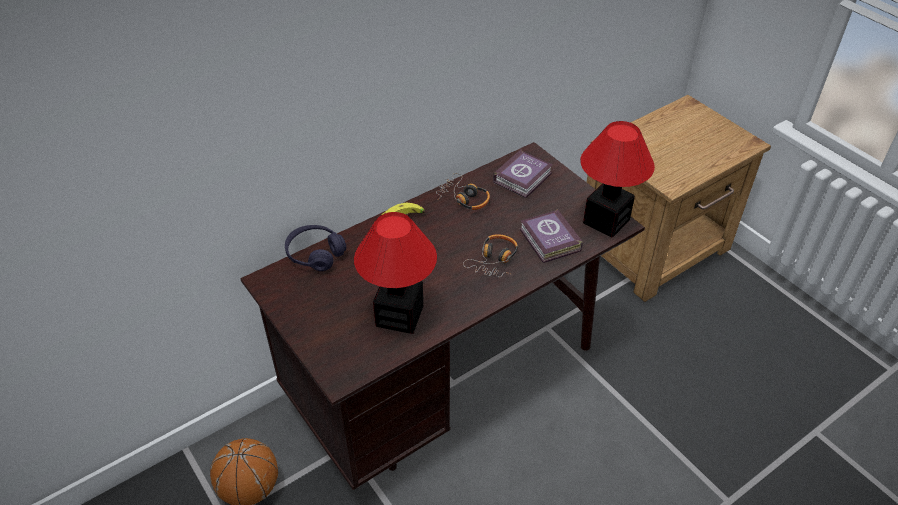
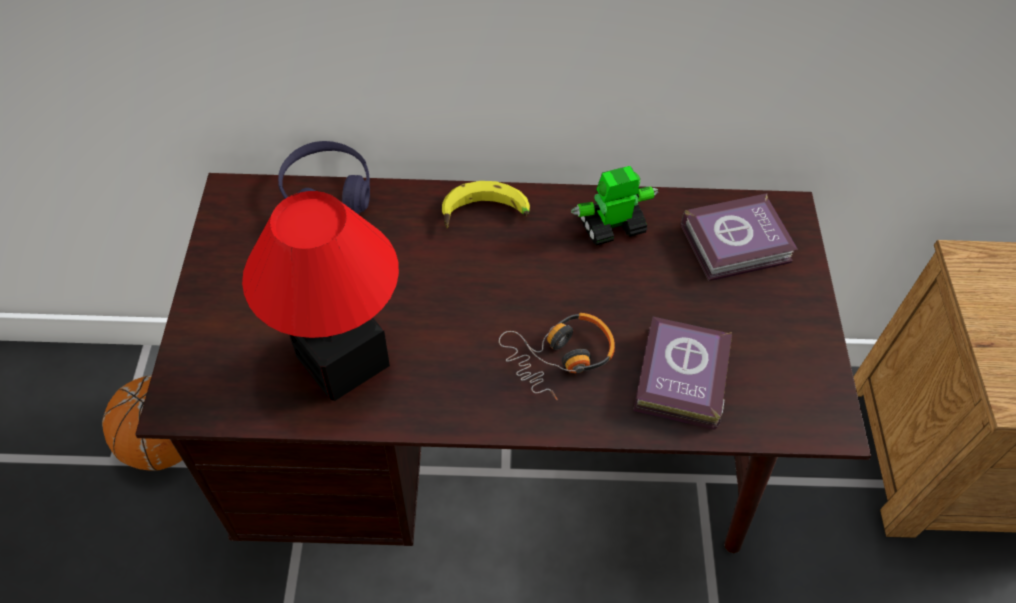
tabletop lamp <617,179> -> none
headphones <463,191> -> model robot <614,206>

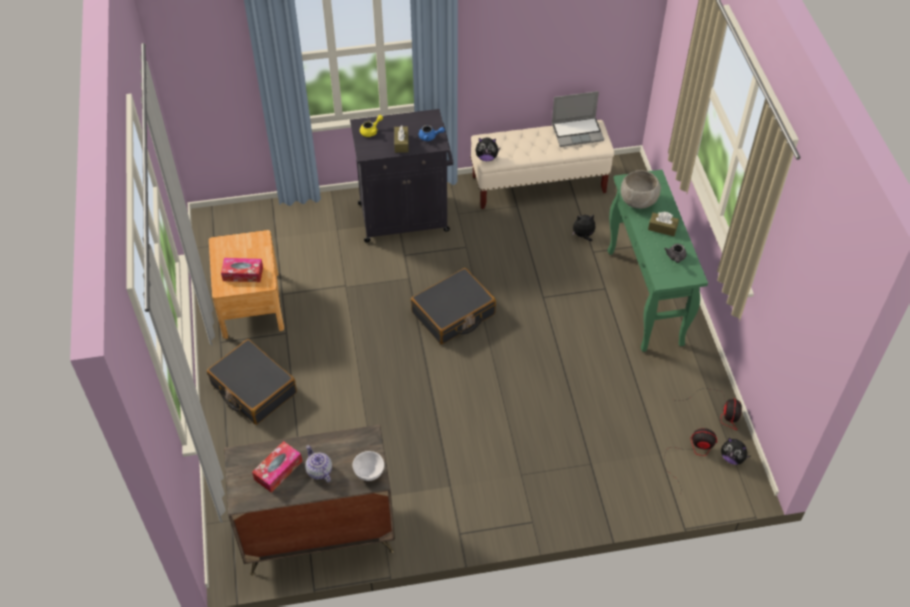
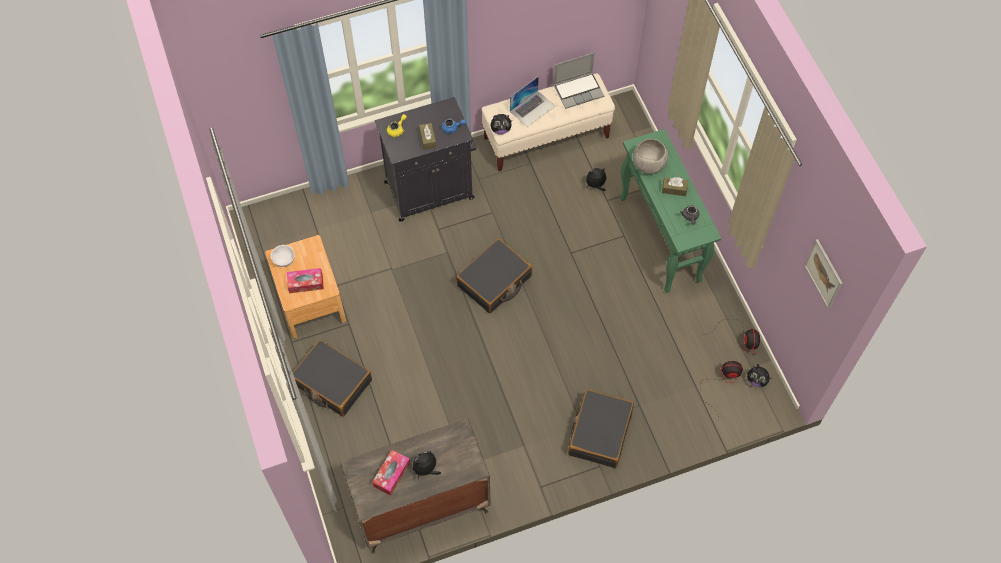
none -> laptop <532,101>
none -> blackish piece of luggage <601,428>
none -> wall picture <823,273>
whitish bowl <368,466> -> whitish bowl <283,256>, move
teapot <318,463> -> soft toy <427,465>

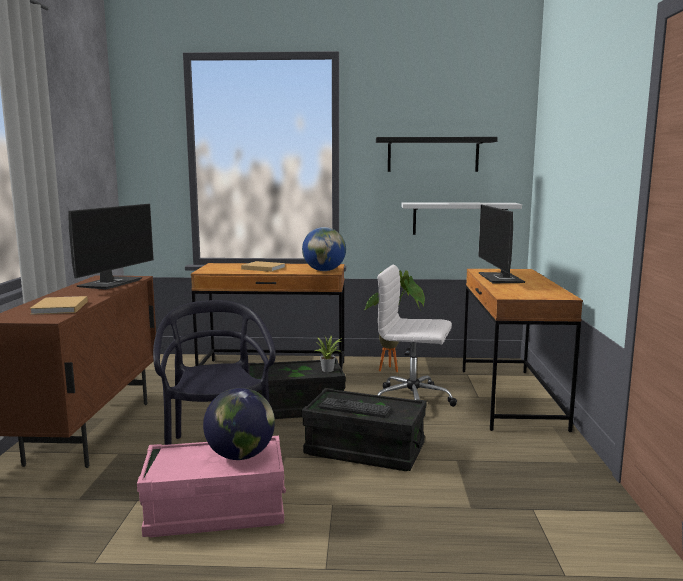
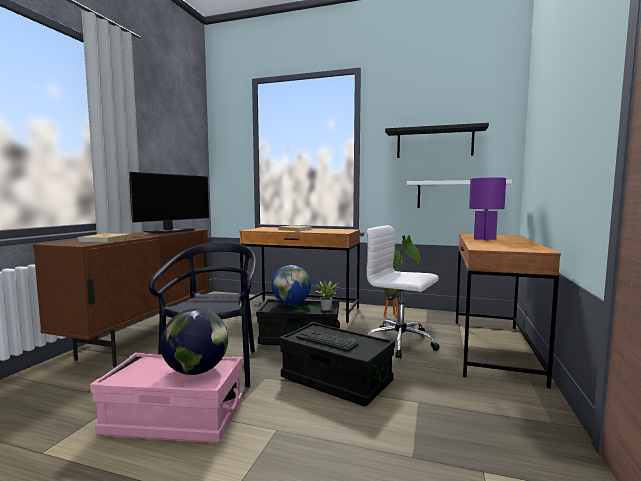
desk globe <324,249> -> desk globe <291,285>, move
monitor <501,244> -> purple-coloured tabletop lamp <487,209>

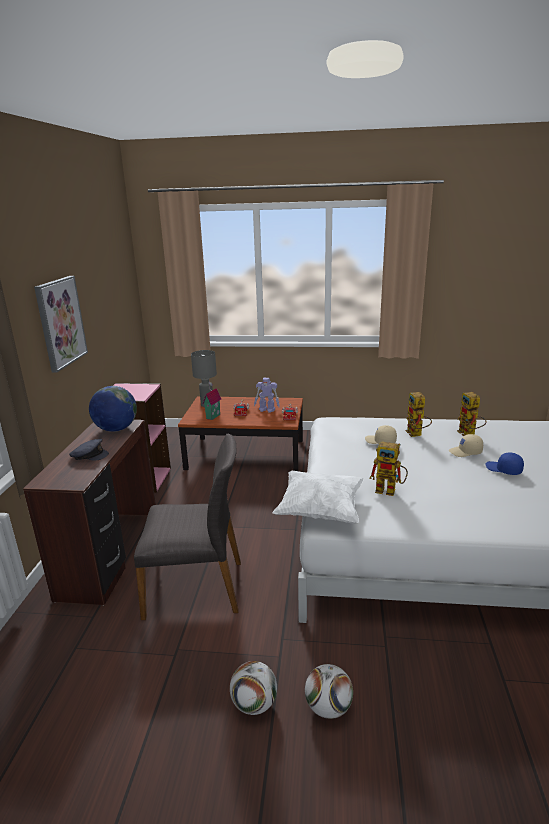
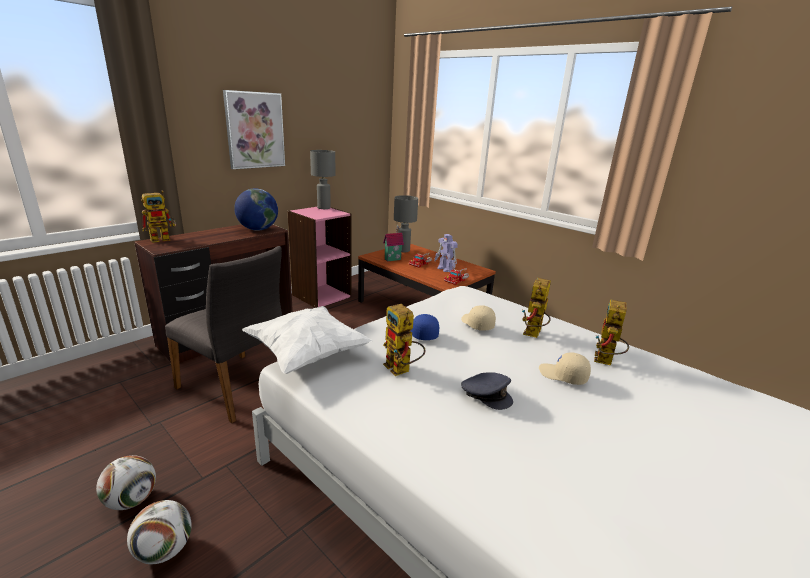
none -> model robot <158,217>
none -> gray tabletop lamp <323,179>
gray baseball cap <89,450> -> gray baseball cap <487,391>, move
bluish baseball cap <505,463> -> bluish baseball cap <425,327>, move

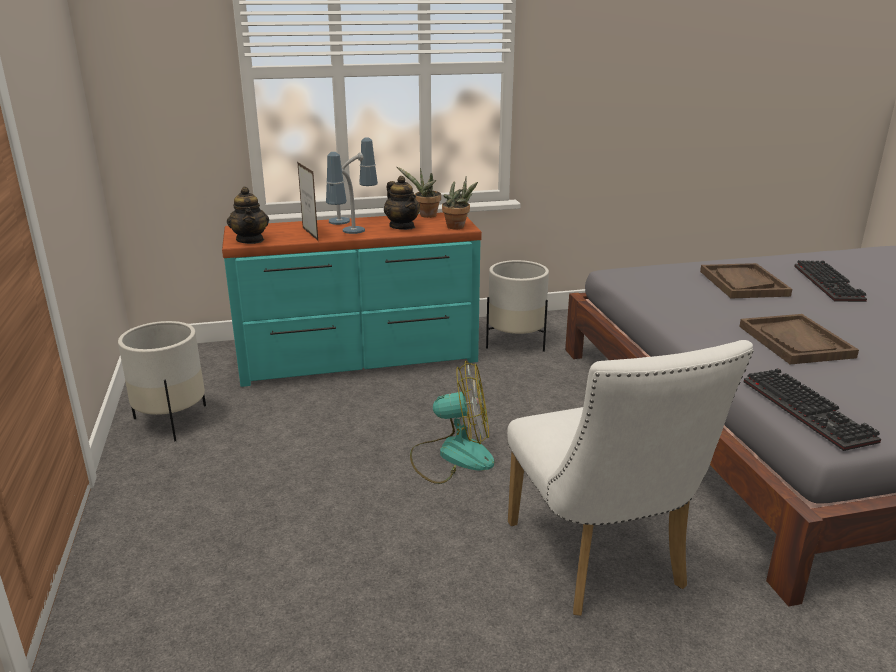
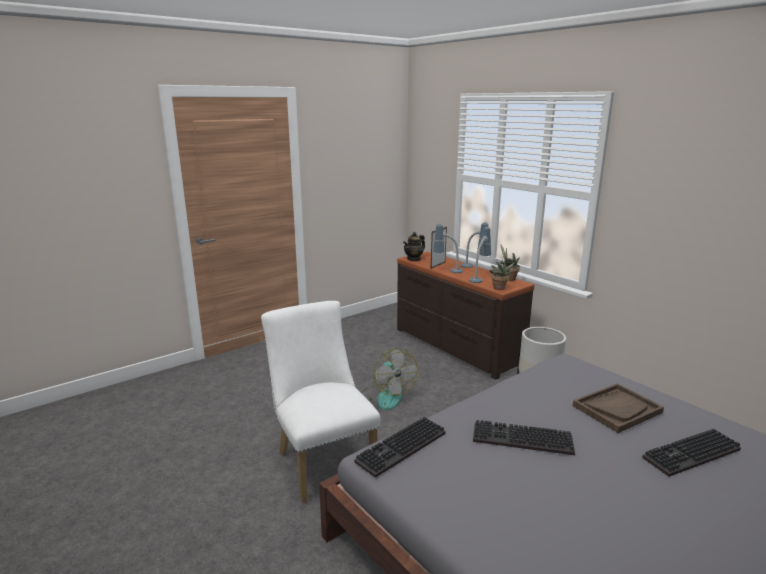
whitish flower pot <162,381> -> none
teapot <402,203> -> tabletop lamp <480,254>
brown tray <799,339> -> computer keyboard <524,437>
blue-green drawer chest <352,299> -> brown drawer chest <465,316>
whitish upright chair <630,478> -> whitish upright chair <320,402>, 105 degrees clockwise

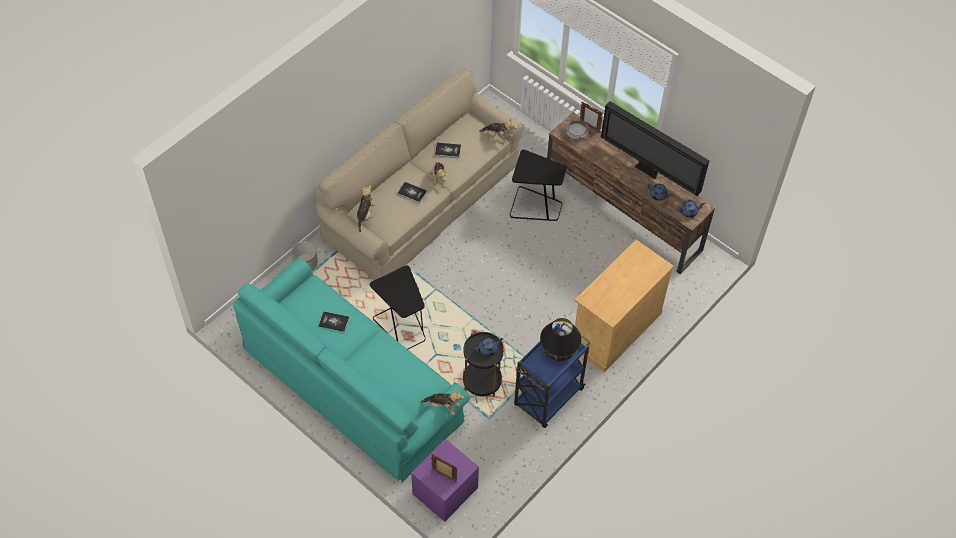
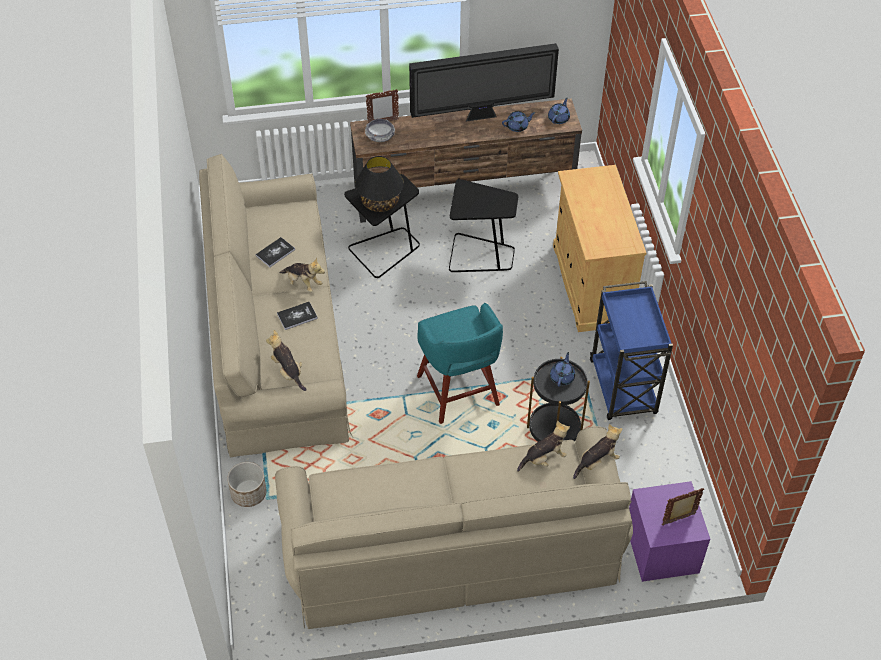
book <334,321> -> none
none -> blue-green stool <460,363>
blackish end table <398,307> -> blackish end table <483,225>, move
soft toy <498,131> -> soft toy <543,446>, move
blackish tabletop lamp <560,339> -> blackish tabletop lamp <379,184>, move
blue-green sofa <351,370> -> beige-coloured sofa <454,527>

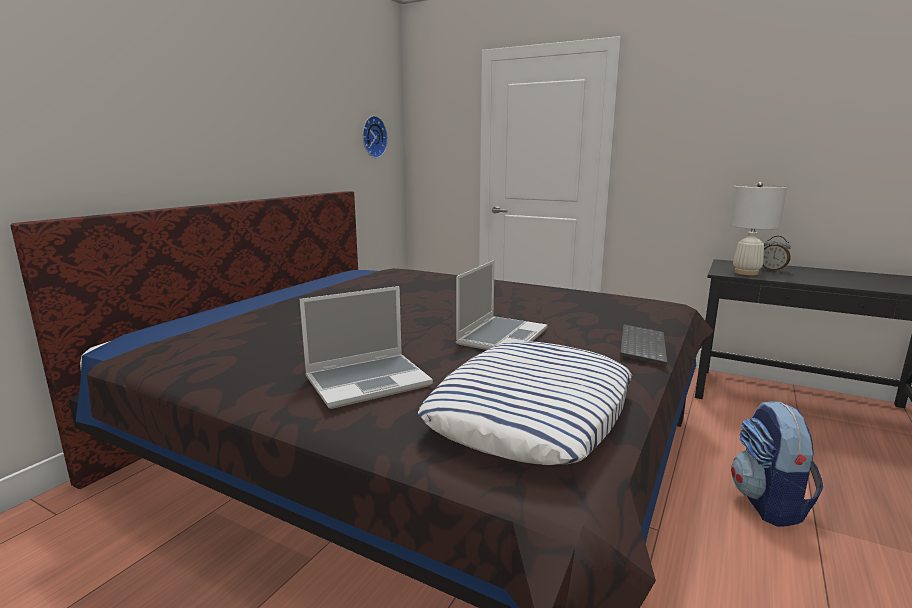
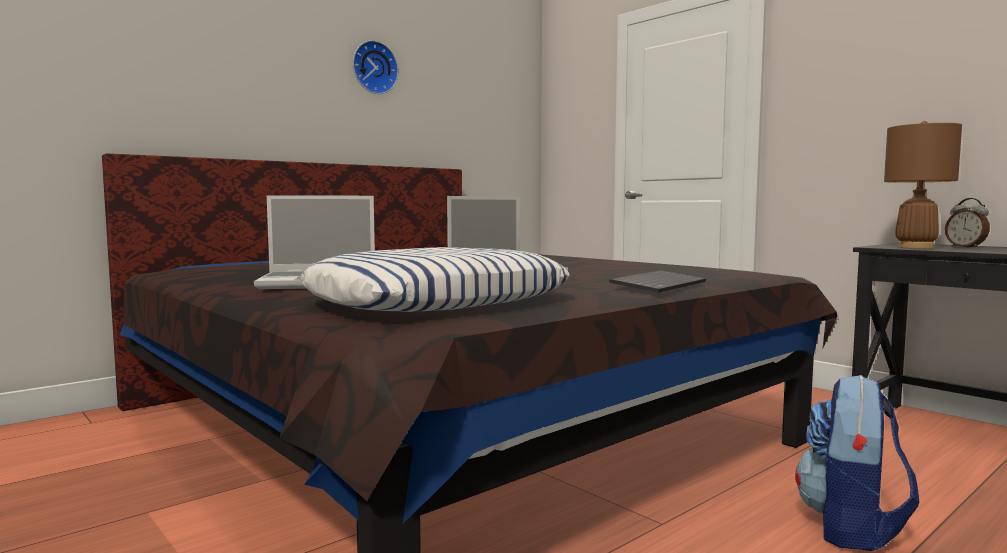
clock on the wall <375,137> -> clock on the wall <375,67>, move
whitish tabletop lamp <757,228> -> brown tabletop lamp <923,184>

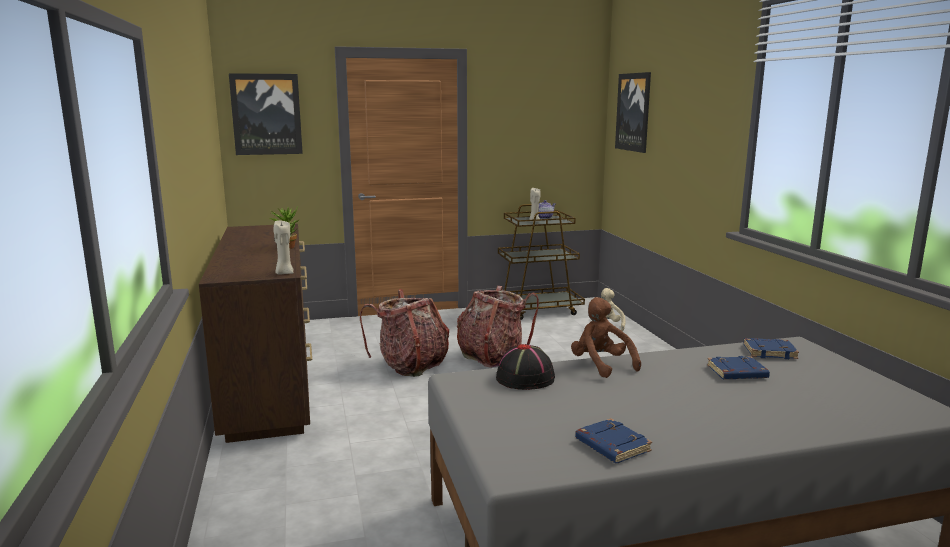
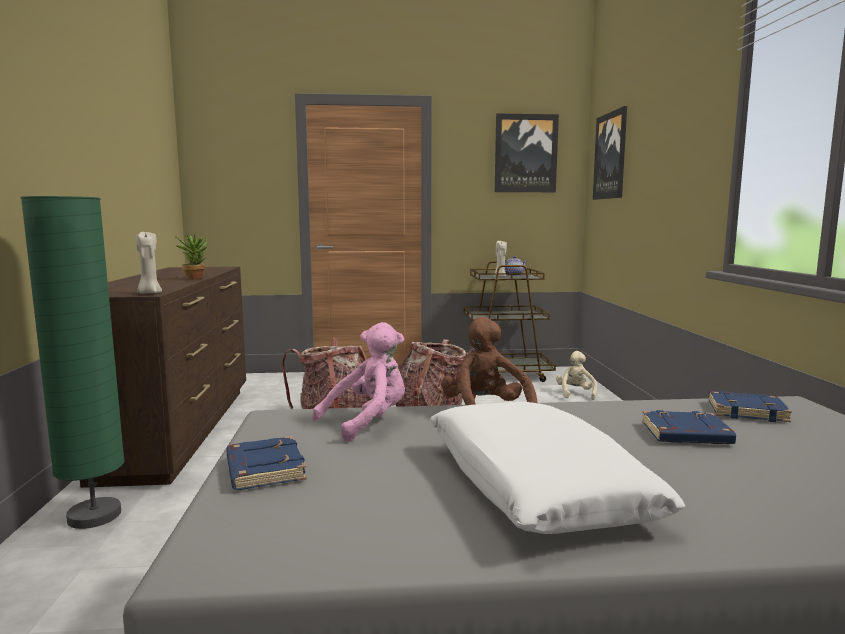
none -> green standing lamp <73,362>
none -> whitish pillow <557,468>
wall picture <266,114> -> wall picture <527,152>, move
bluish book <613,440> -> bluish book <266,463>, move
blackish clothing hat <525,367> -> pink-coloured soft toy <358,382>

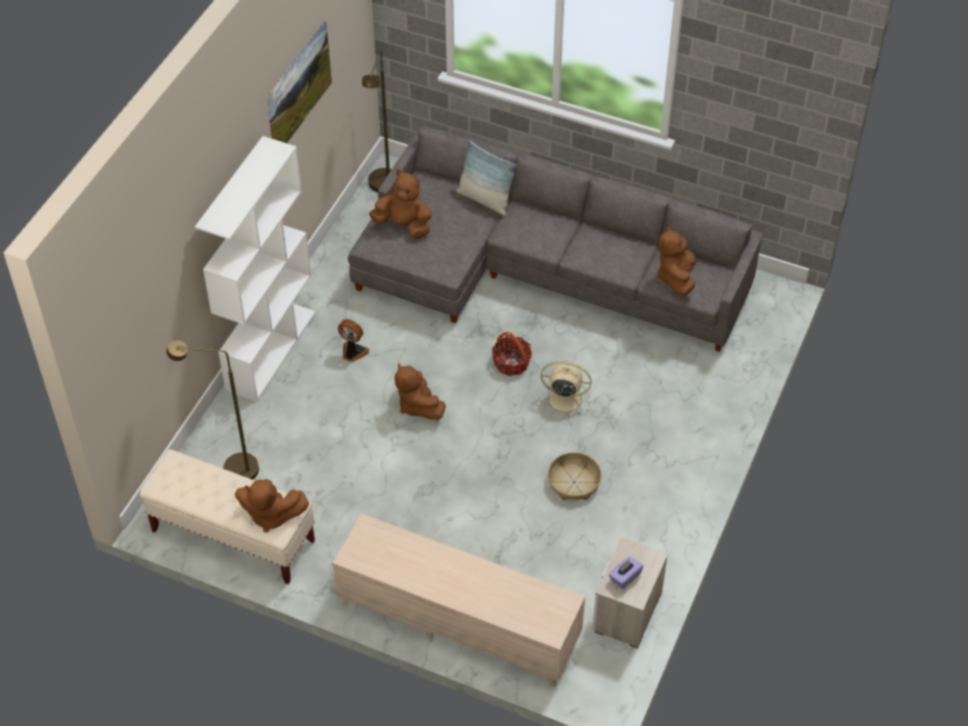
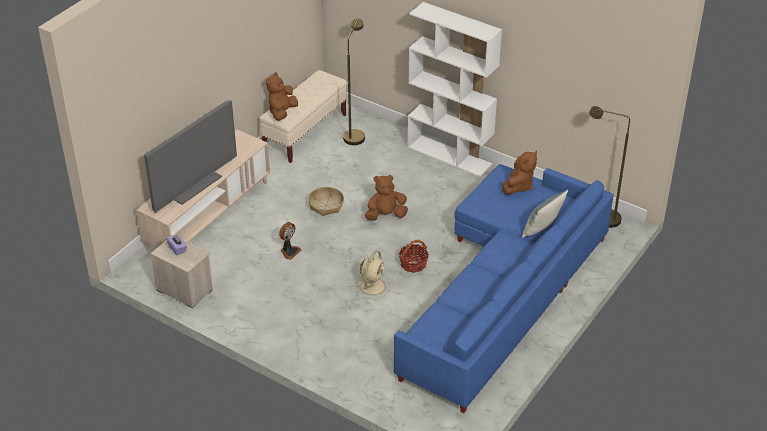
wall picture <299,81> -> none
brown soft toy <676,261> -> none
none -> TV set <190,156>
cooling fan <353,340> -> cooling fan <290,241>, move
household basket <575,476> -> household basket <326,201>, move
gray sofa <555,239> -> bluish sofa <504,288>

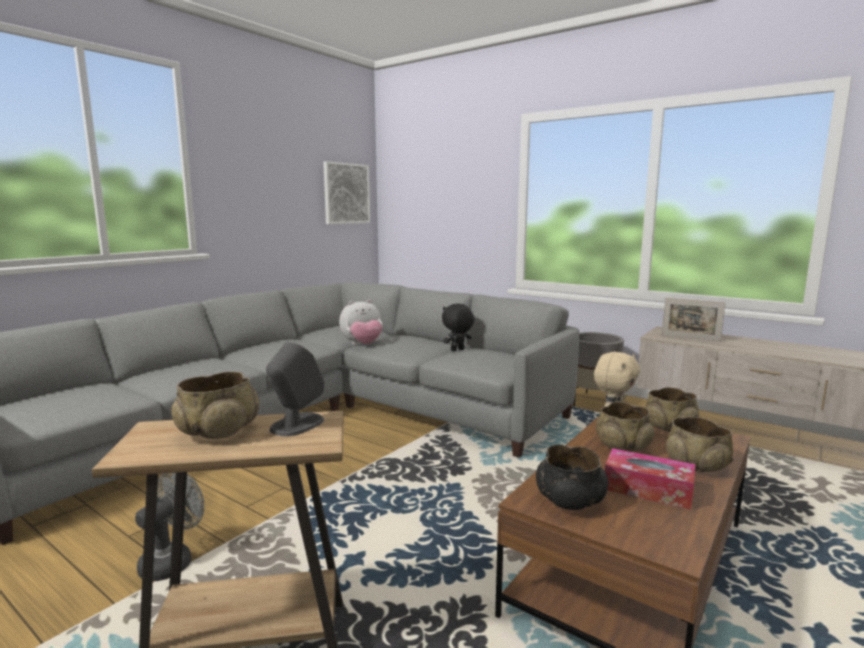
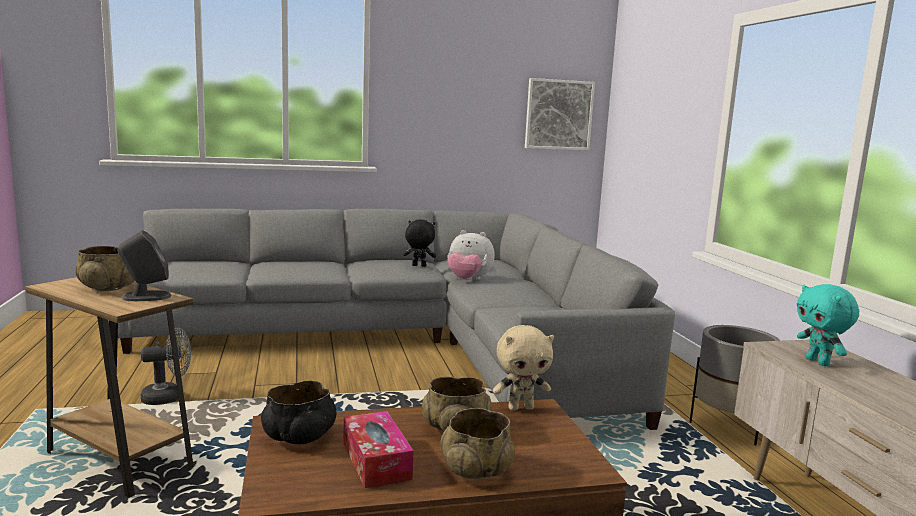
beige-coloured bowl <672,409> -> none
blackish soft toy <458,328> -> blackish soft toy <419,243>, move
picture frame <693,320> -> blue-green soft toy <828,325>

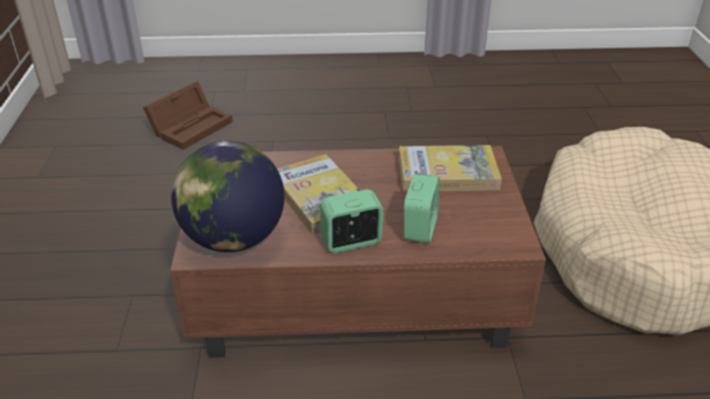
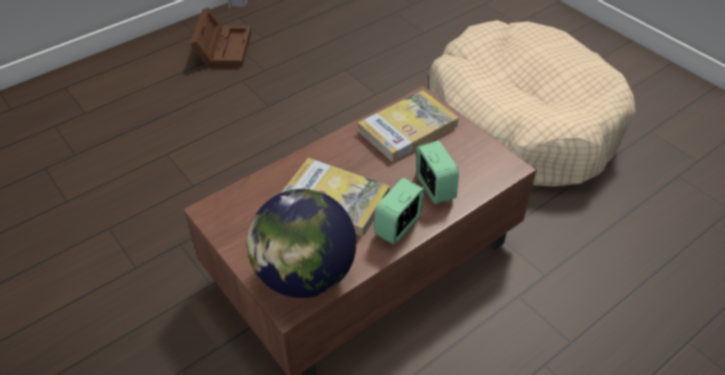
brown storage bin <188,116> -> brown storage bin <221,37>, move

